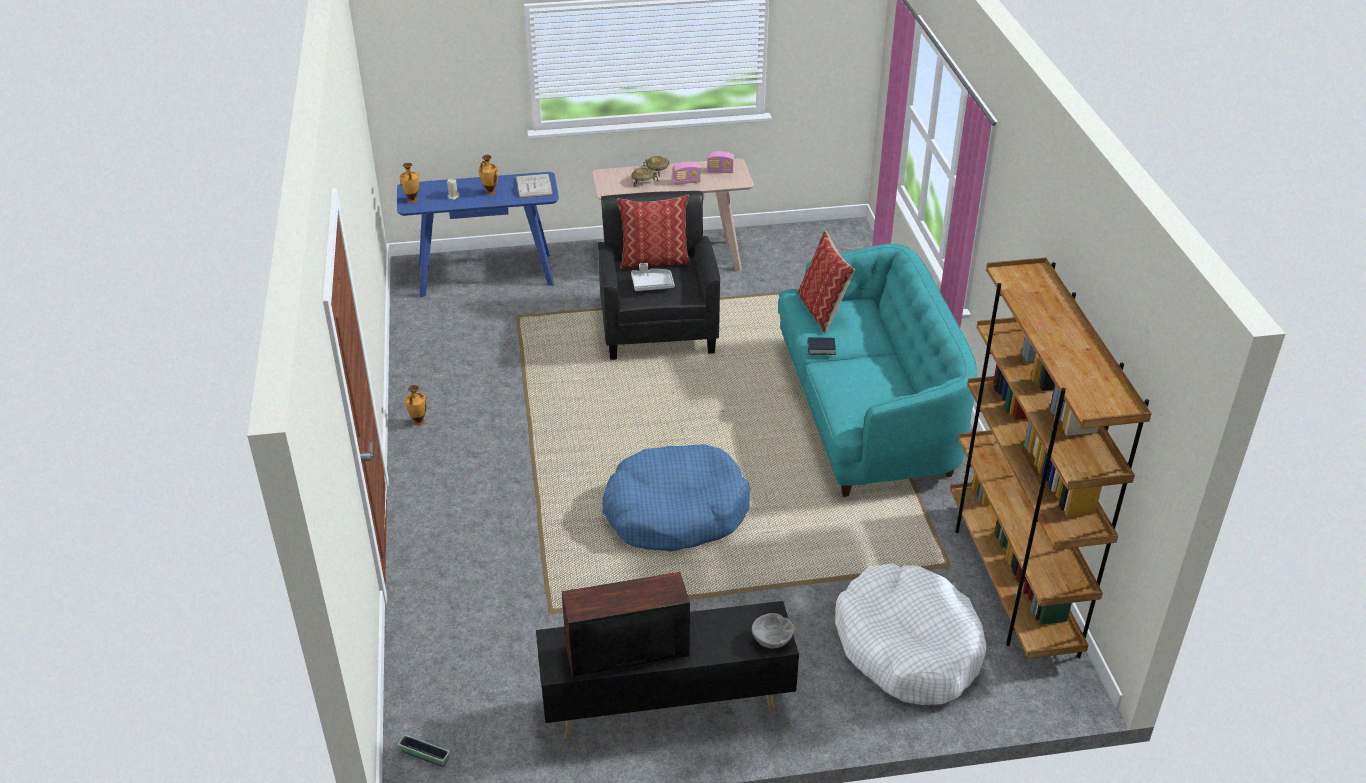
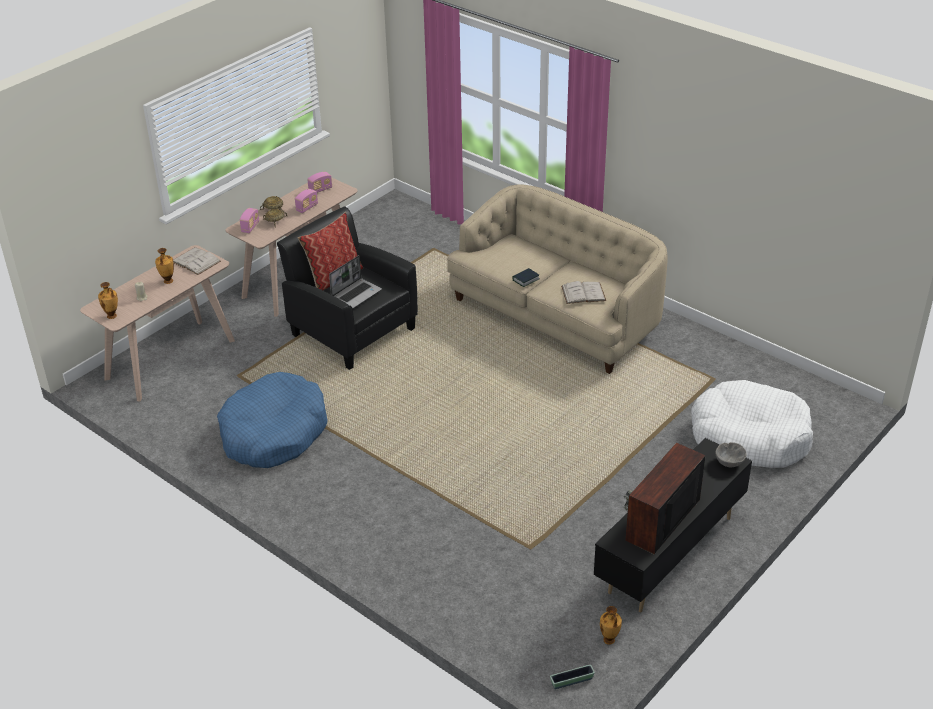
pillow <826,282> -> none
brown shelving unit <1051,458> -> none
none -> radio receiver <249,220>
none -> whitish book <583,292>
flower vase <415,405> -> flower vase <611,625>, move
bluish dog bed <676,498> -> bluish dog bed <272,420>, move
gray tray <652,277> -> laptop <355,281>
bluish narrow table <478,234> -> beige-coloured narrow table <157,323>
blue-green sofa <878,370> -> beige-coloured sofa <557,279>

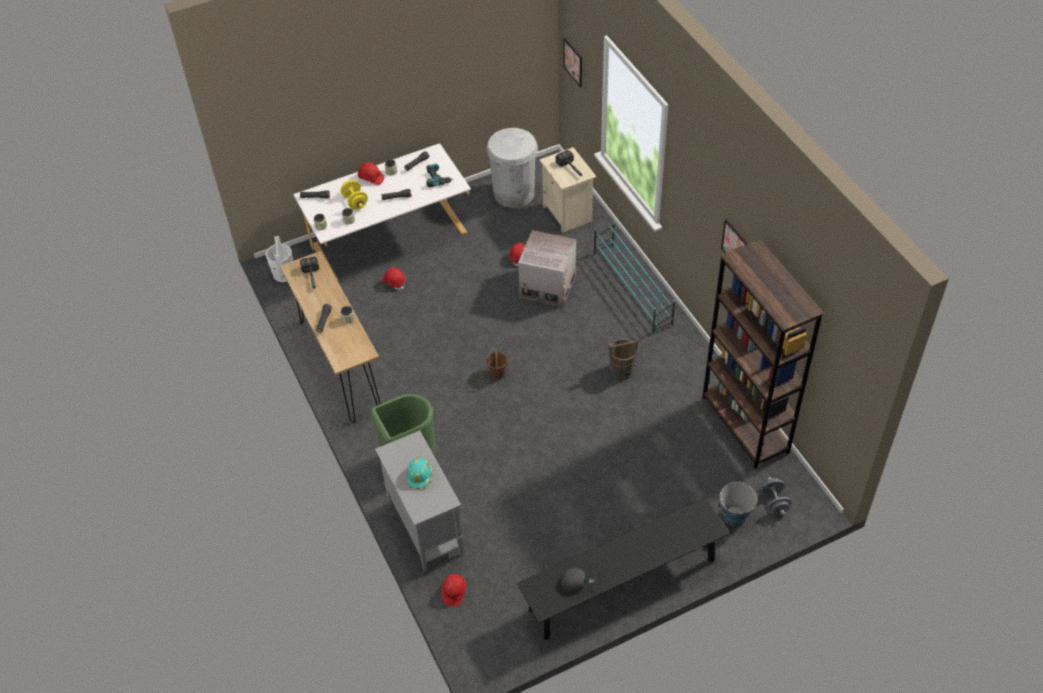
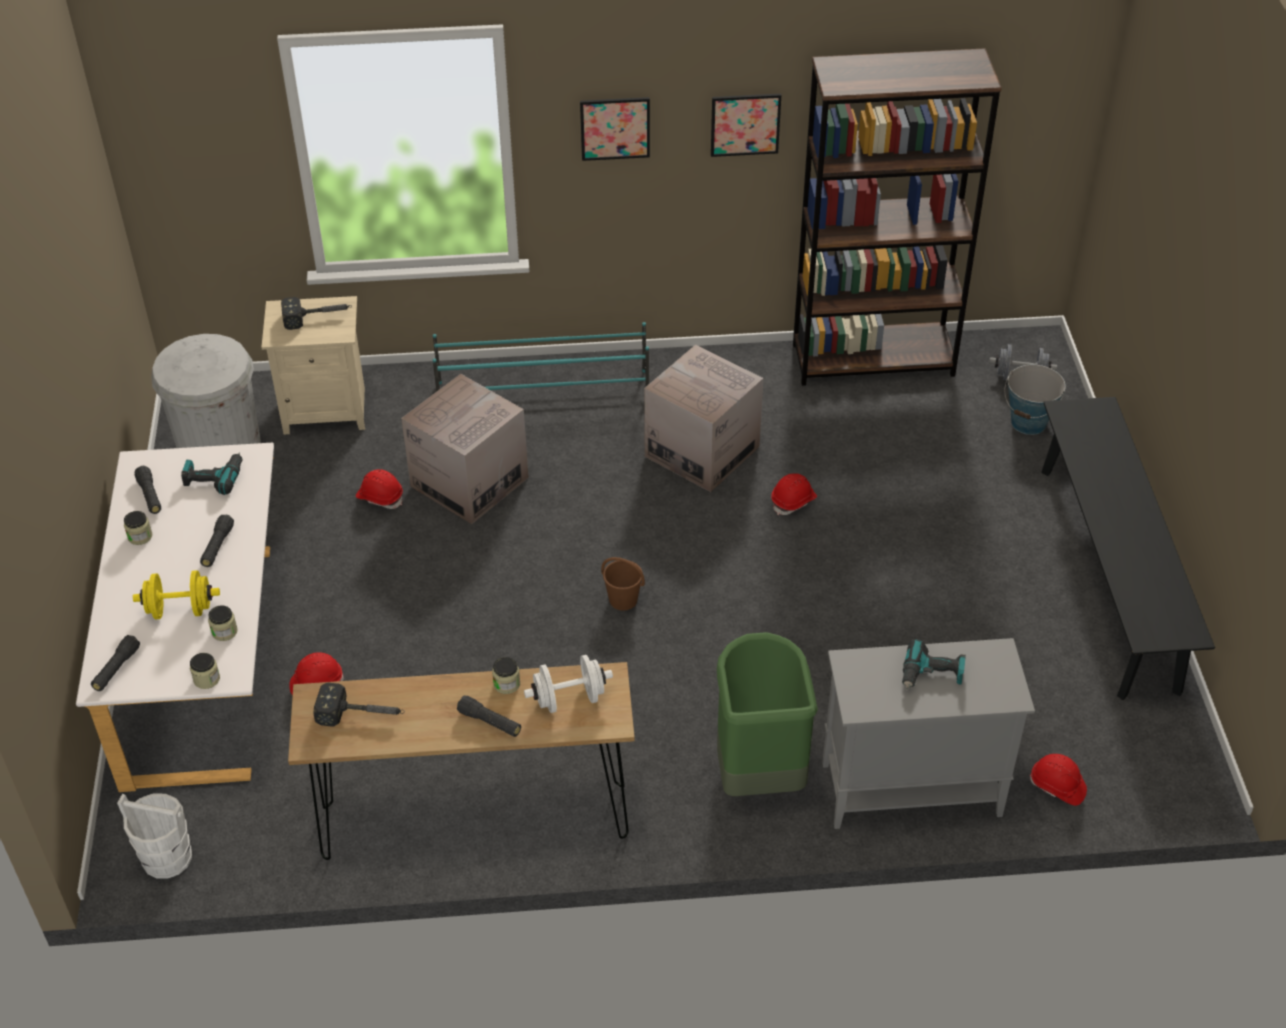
gray baseball cap <579,580> -> none
none -> whitish free weight <568,684>
red-coloured safety helmet <371,173> -> red-coloured safety helmet <794,494>, move
wall picture <572,62> -> wall picture <615,129>, move
blue-green safety helmet <419,473> -> drill <934,664>
brown pail <623,359> -> packing box <703,418>

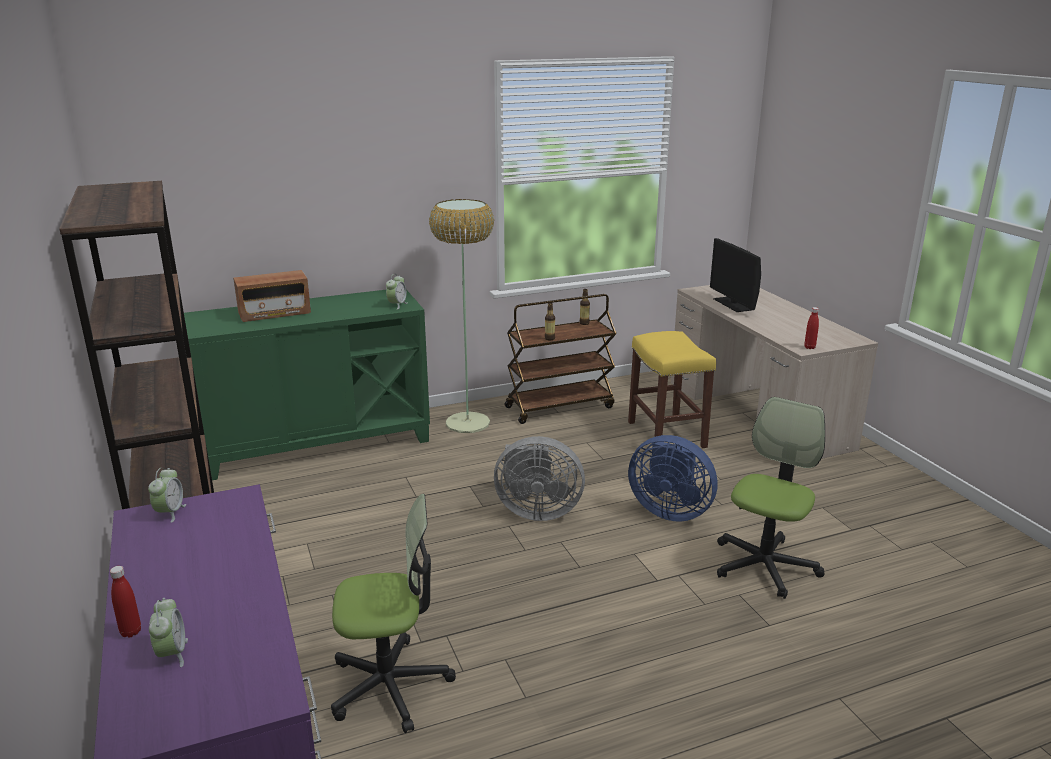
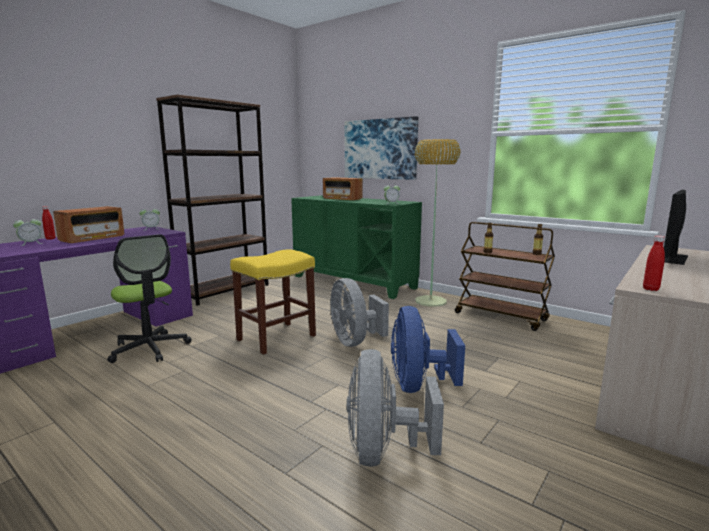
none -> radio receiver <89,224>
none -> wall picture <381,148>
yellow stool <672,389> -> yellow stool <273,302>, move
office chair <771,498> -> gray cooling fan <395,408>

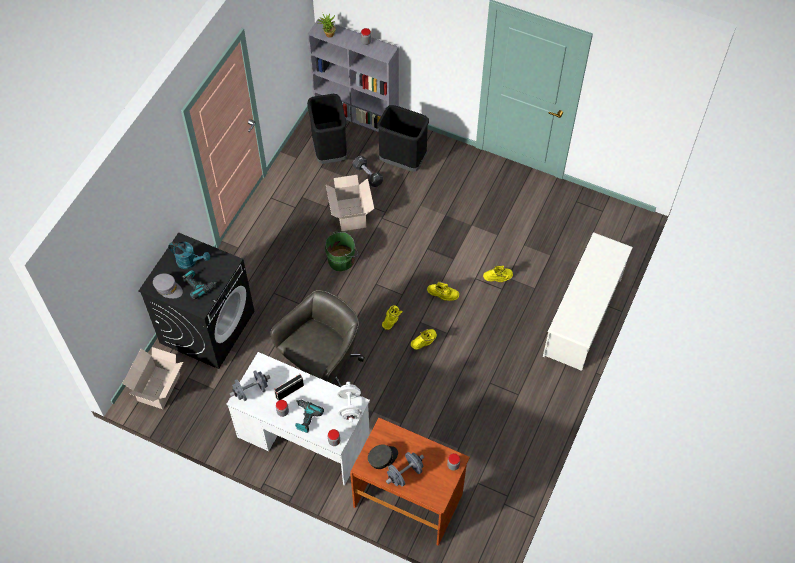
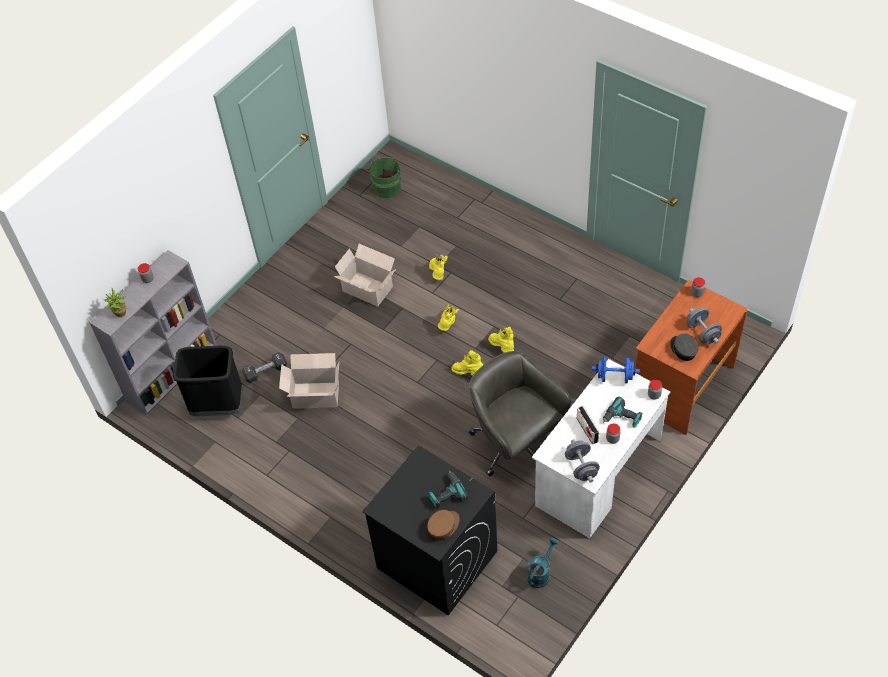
blackish waste bin <403,138> -> none
whitish shoe rack <588,301> -> none
packing box <152,378> -> packing box <364,275>, move
blue-green watering can <189,255> -> blue-green watering can <543,562>, move
green pail <341,251> -> green pail <384,177>, move
gray baseball cap <168,285> -> brown baseball cap <443,525>
whitish free weight <349,402> -> bluish free weight <616,369>

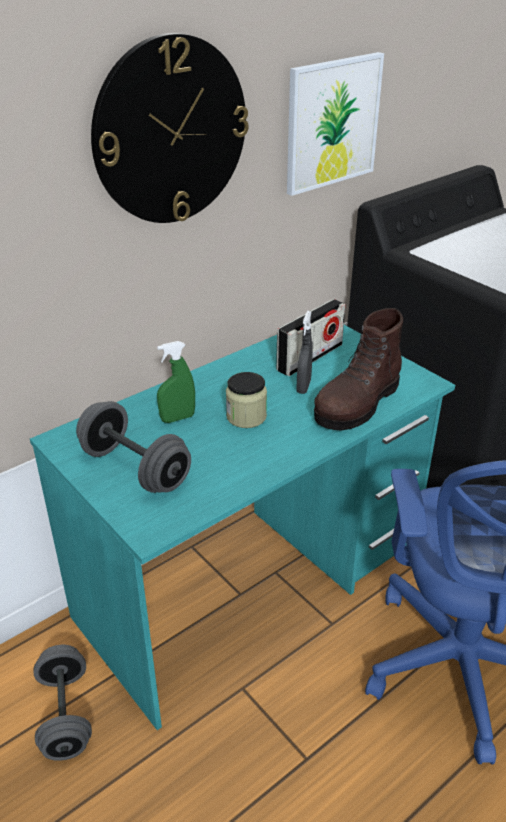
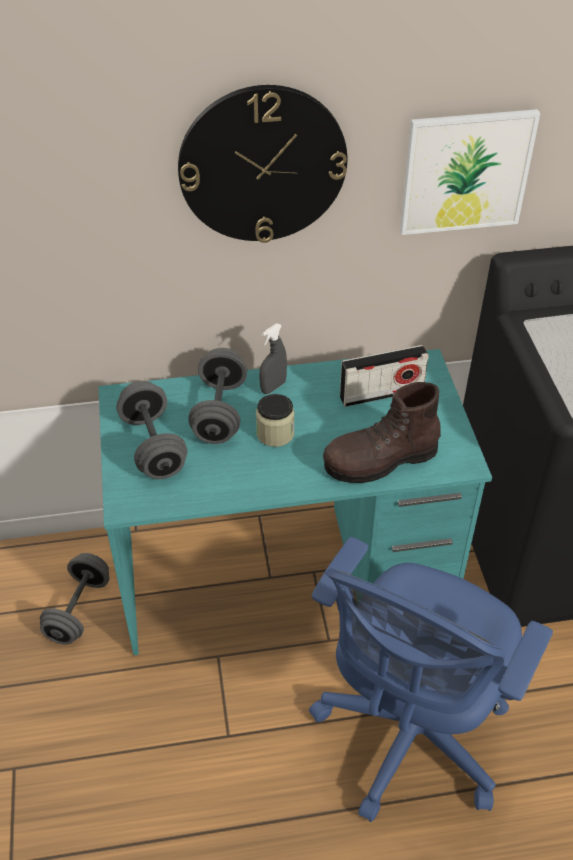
gray hand sprayer <305,352> -> gray hand sprayer <273,359>, move
green hand sprayer <176,382> -> gray free weight <217,396>

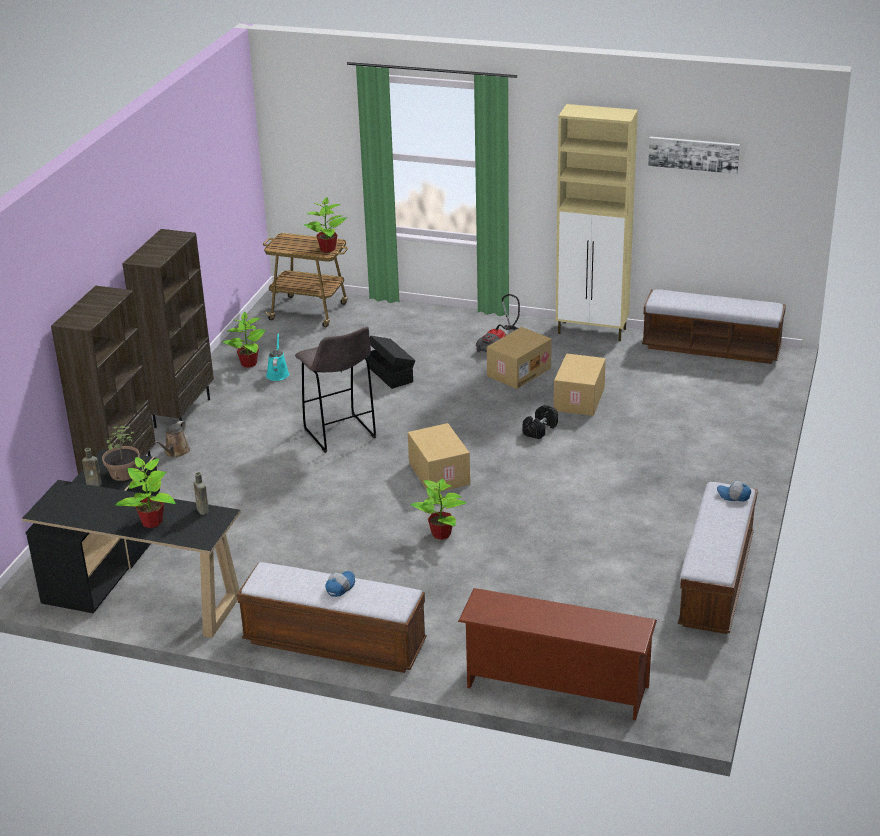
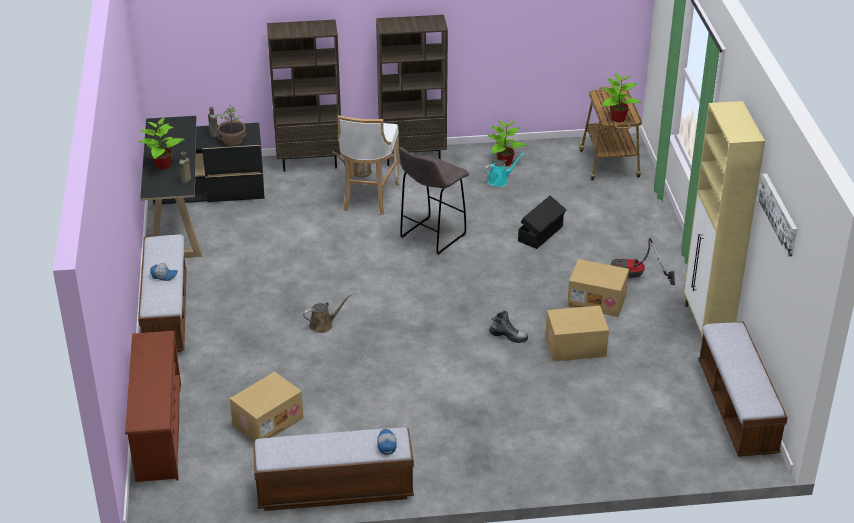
none -> whitish stool <368,165>
packing box <439,457> -> packing box <266,406>, move
plant in a pot <438,509> -> brown watering can <327,313>
blackish free weight <540,422> -> boot <508,327>

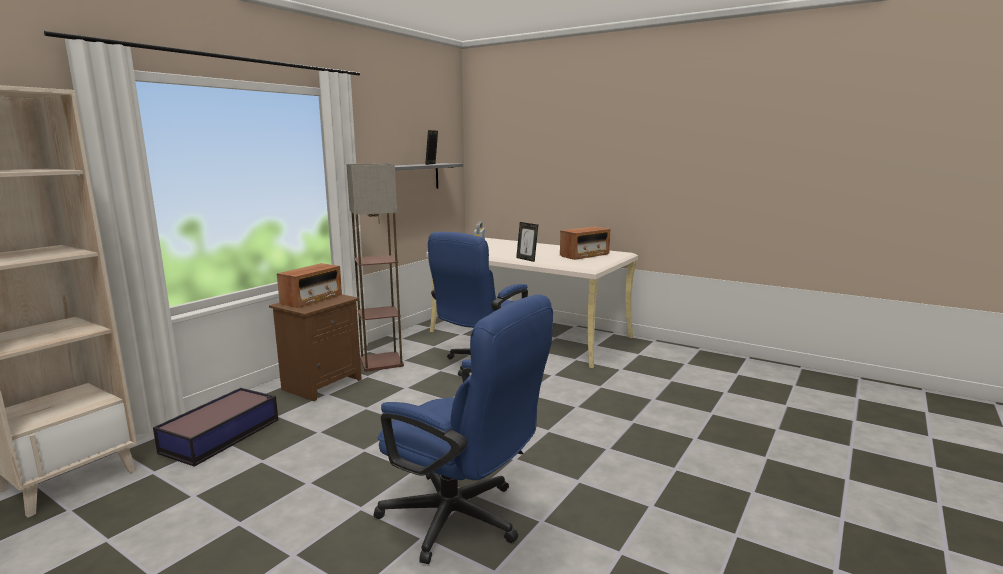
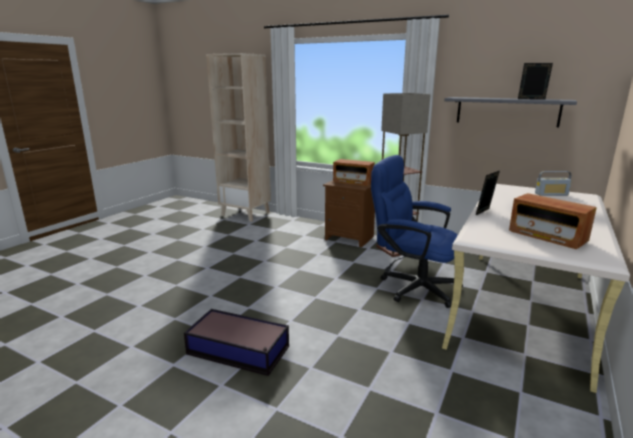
bluish office chair <463,429> -> none
storage bin <215,427> -> storage bin <236,342>, move

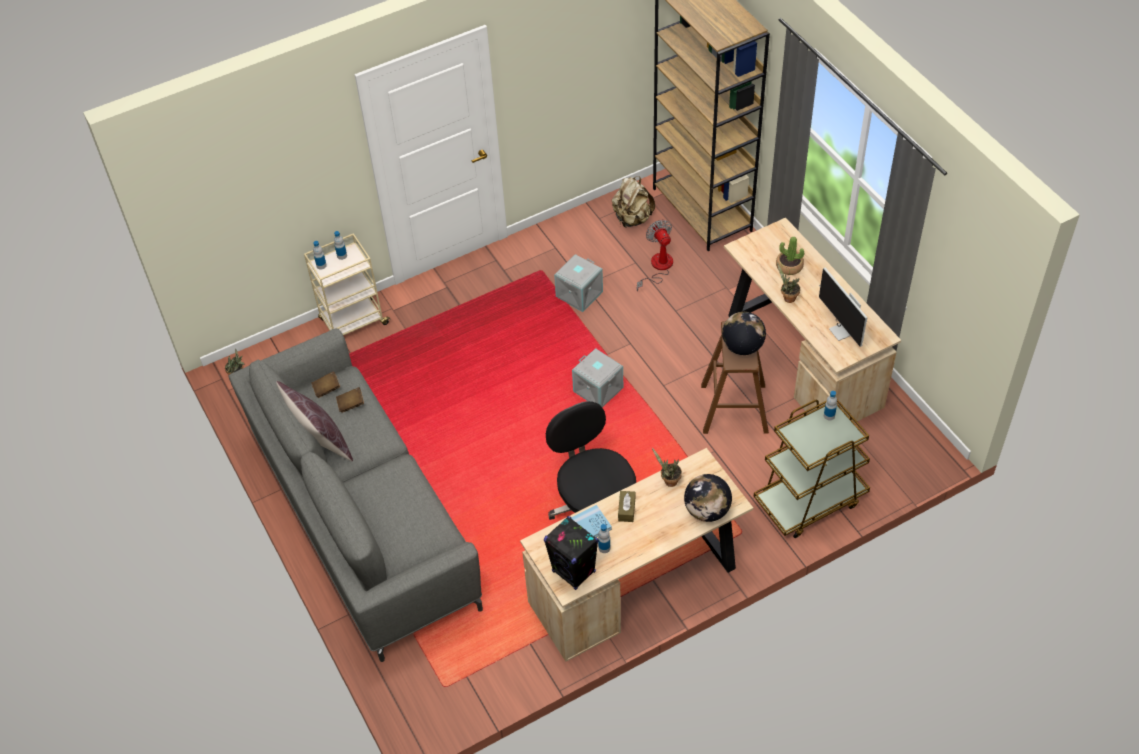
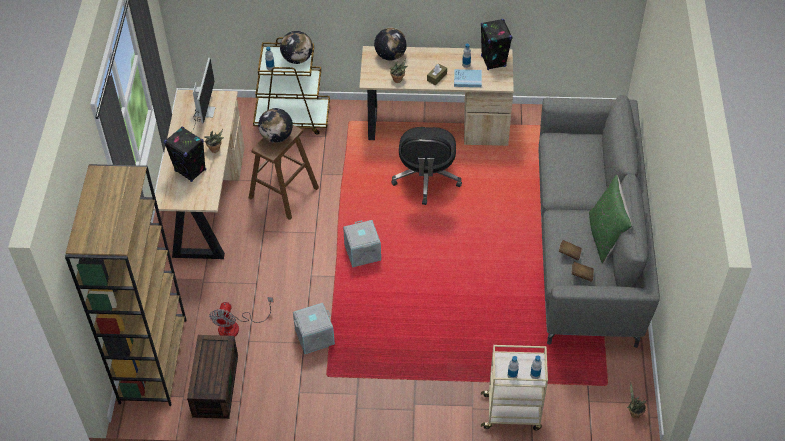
none -> desk globe <296,47>
beige-coloured backpack <633,202> -> brown storage bin <212,377>
plant in a pot <790,255> -> blackish audio speaker <185,154>
brown pillow <314,421> -> green pillow <610,219>

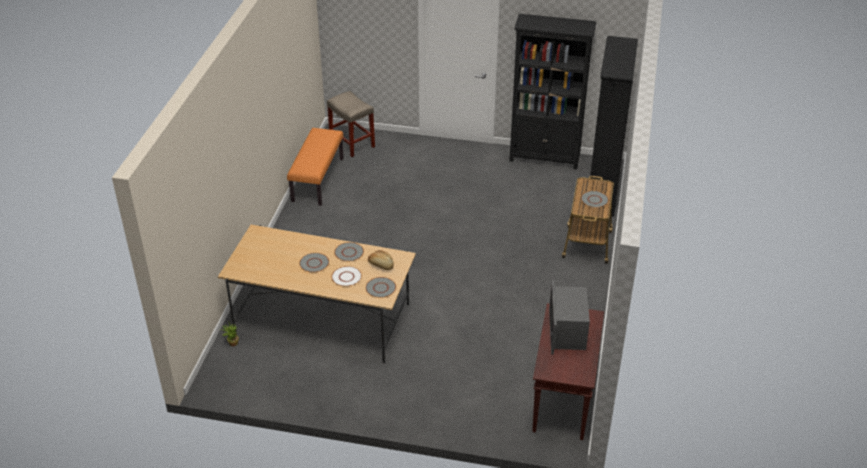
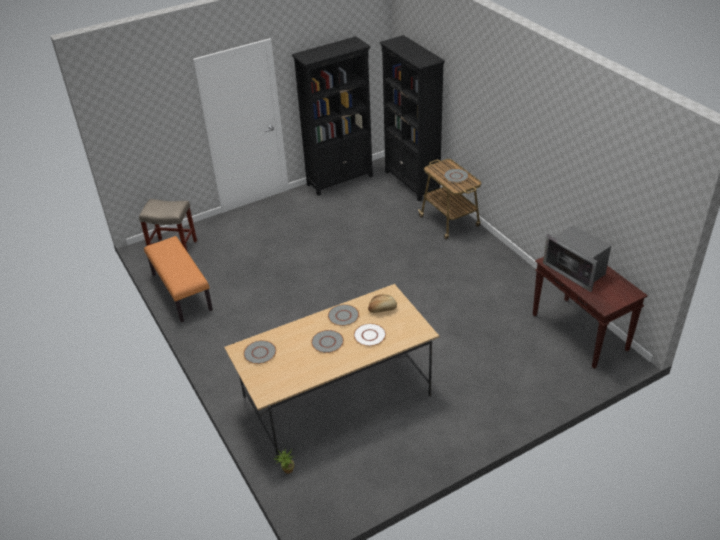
gray plate <381,287> -> gray plate <259,352>, move

